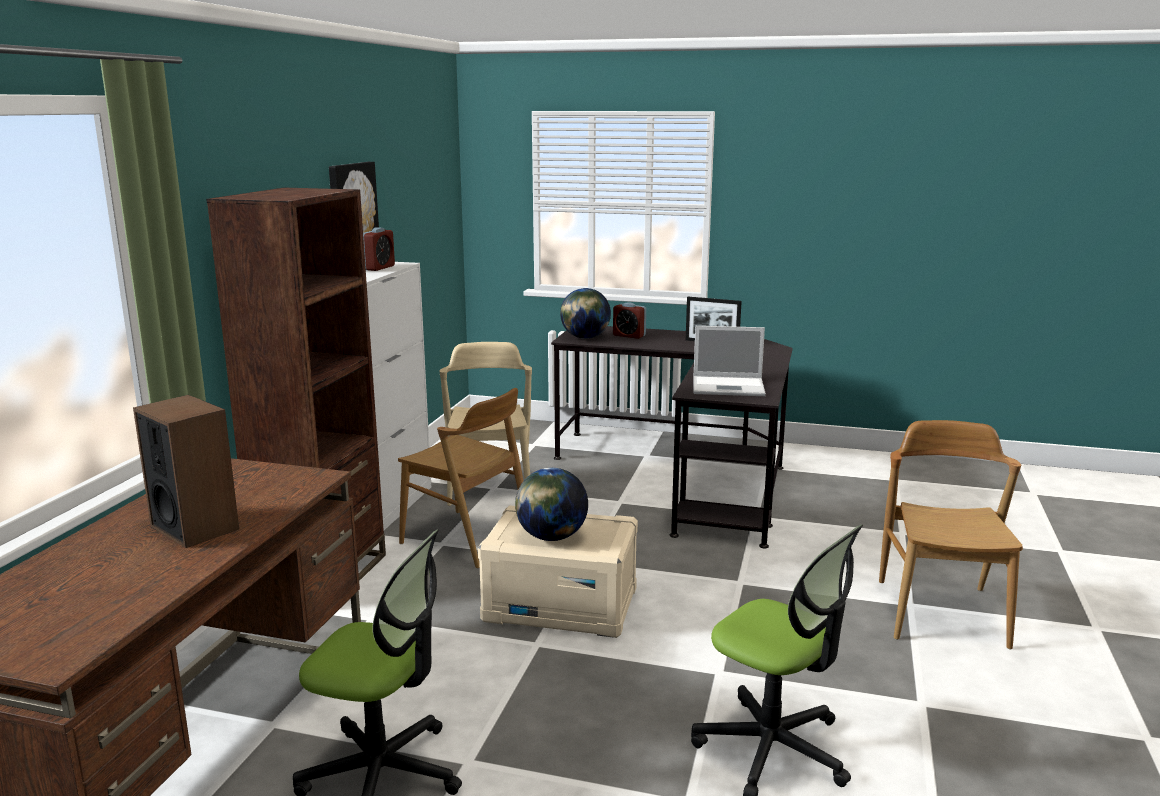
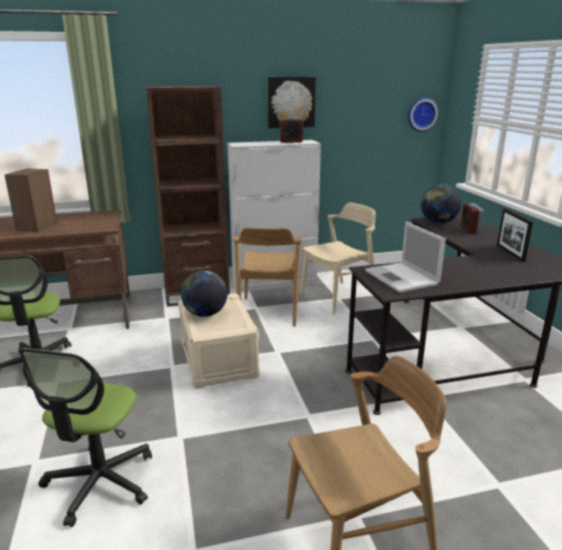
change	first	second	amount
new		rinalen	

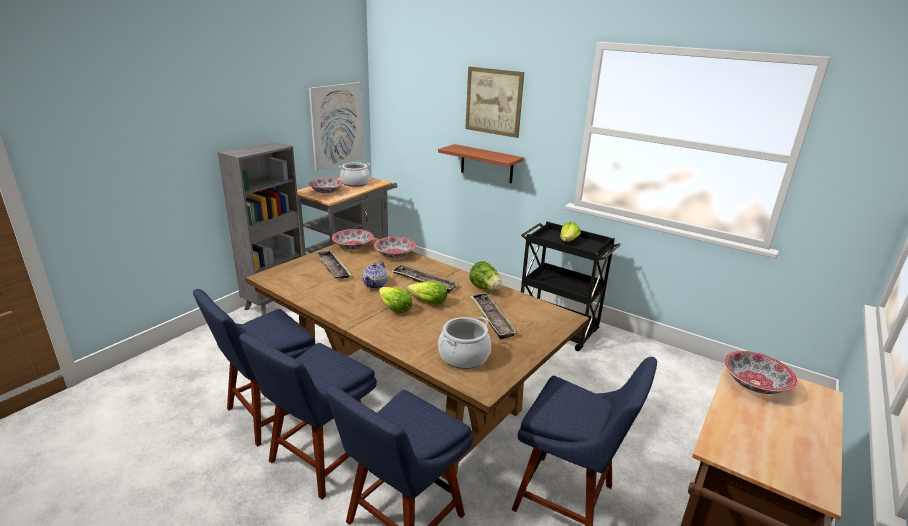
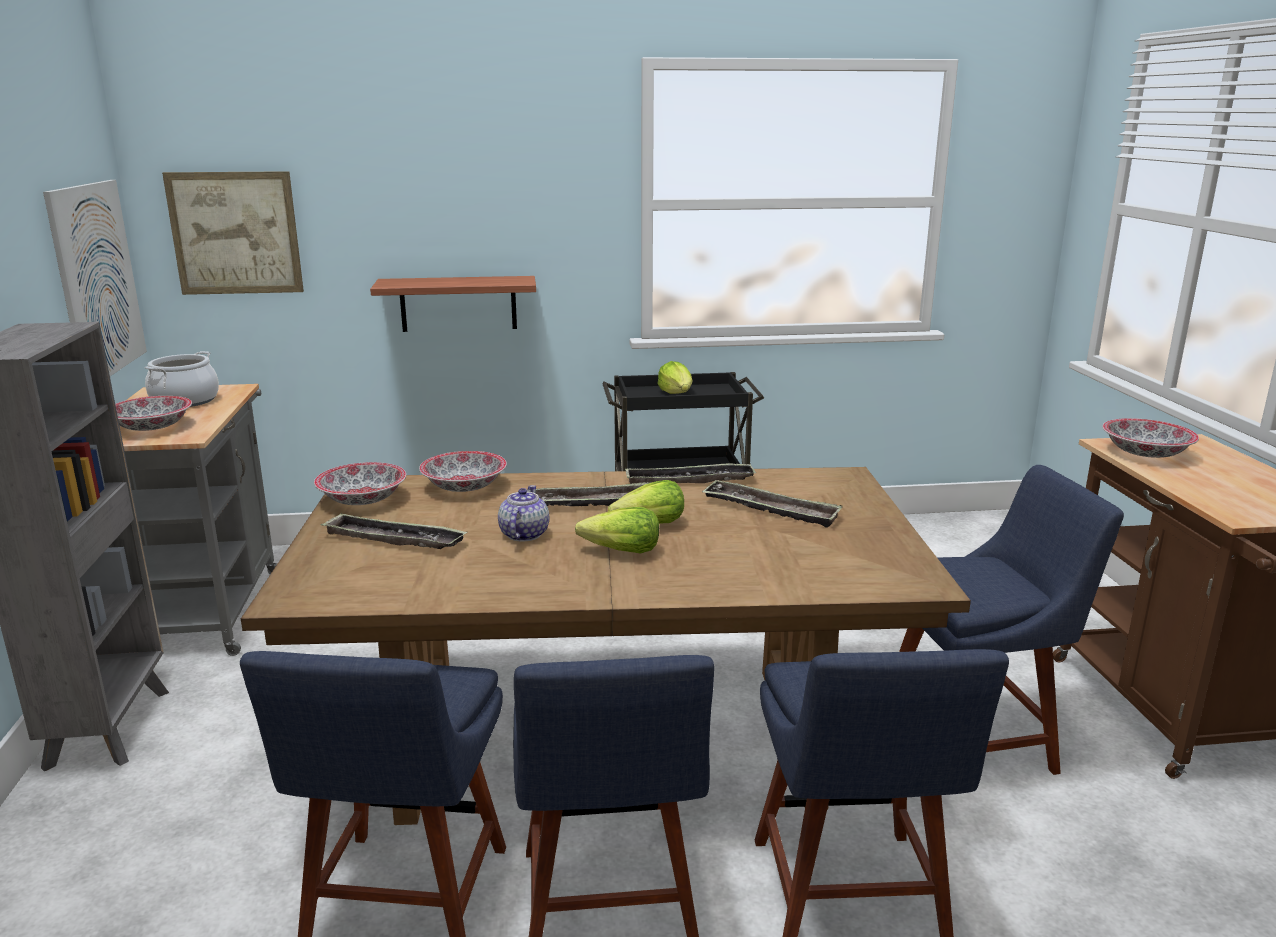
change	first	second	amount
shifted	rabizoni (no. 2 from left)		
rotated	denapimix		150 degrees counterclockwise
swapped	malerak (no. 3 from left)	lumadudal (no. 3 from left)	
gone	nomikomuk (no. 2 from left)		

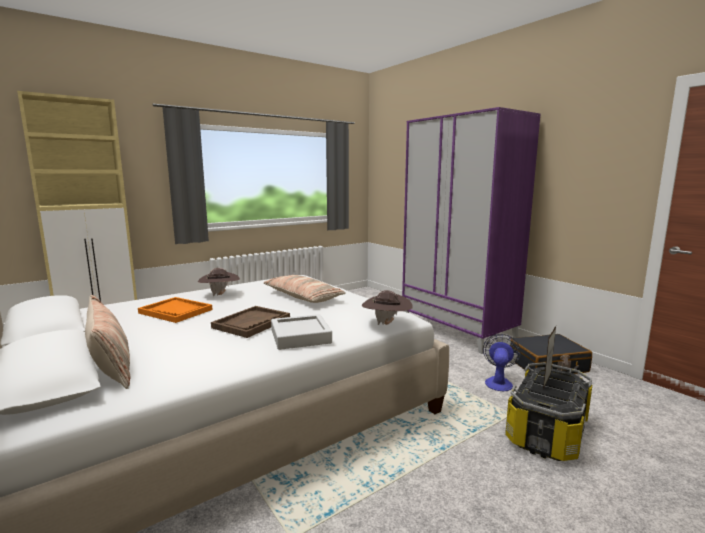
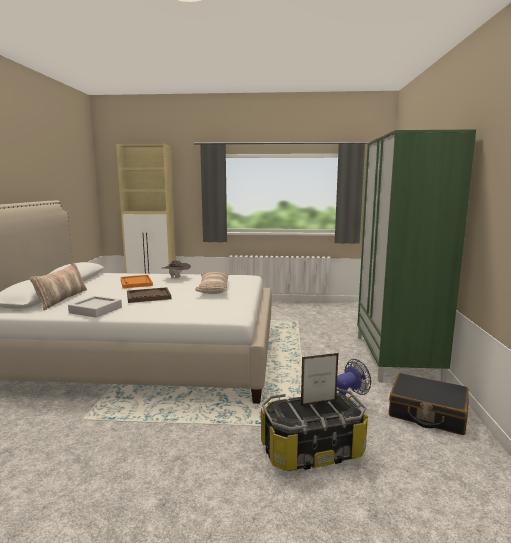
change	first	second	amount
shifted	lumadudal (grey)		
repainted	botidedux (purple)	botidedux (green)	
gone	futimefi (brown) (no. 2 from left)		

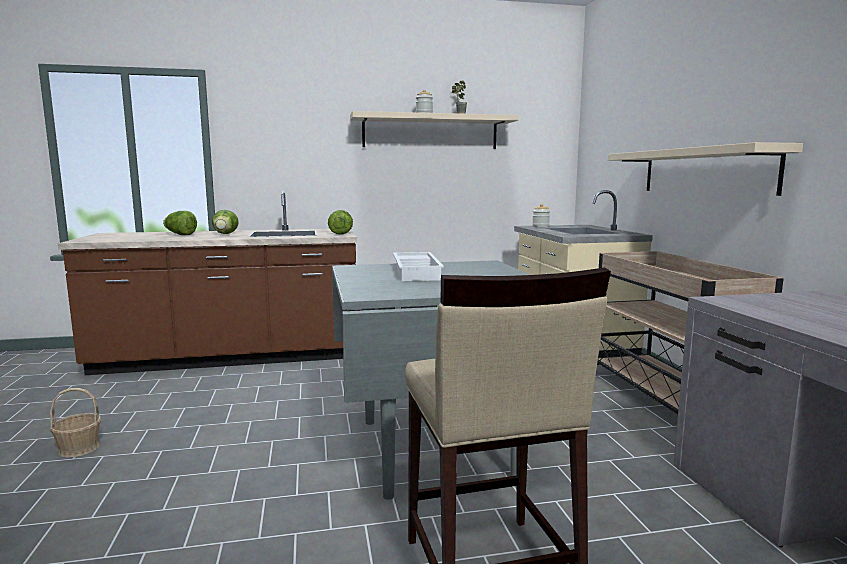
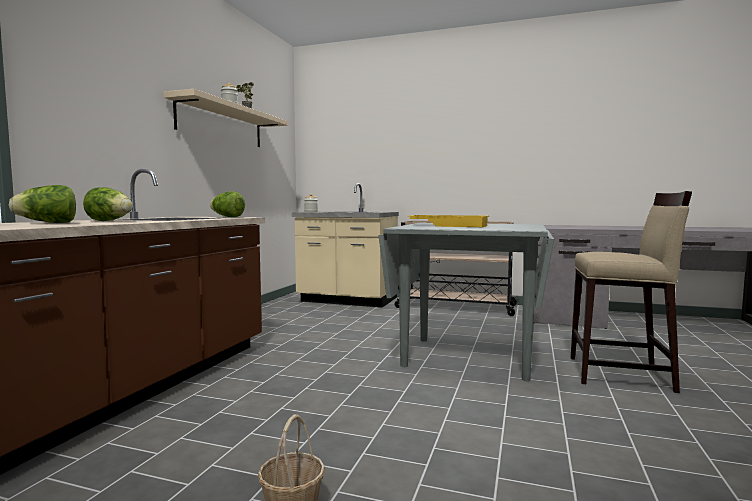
change	first	second	amount
repainted	lumadudal (white)	lumadudal (yellow)	
gone	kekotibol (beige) (no. 2 from left)		

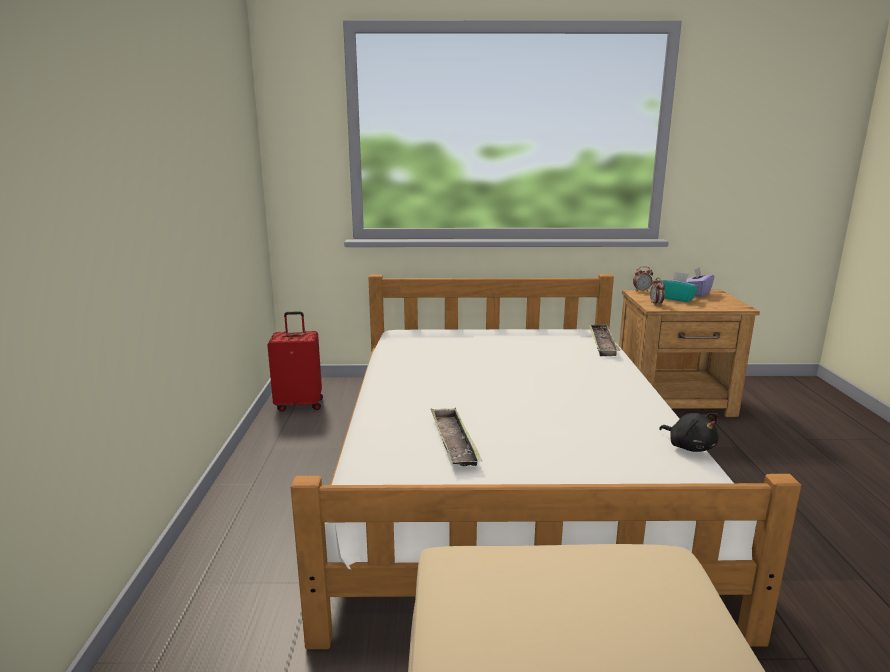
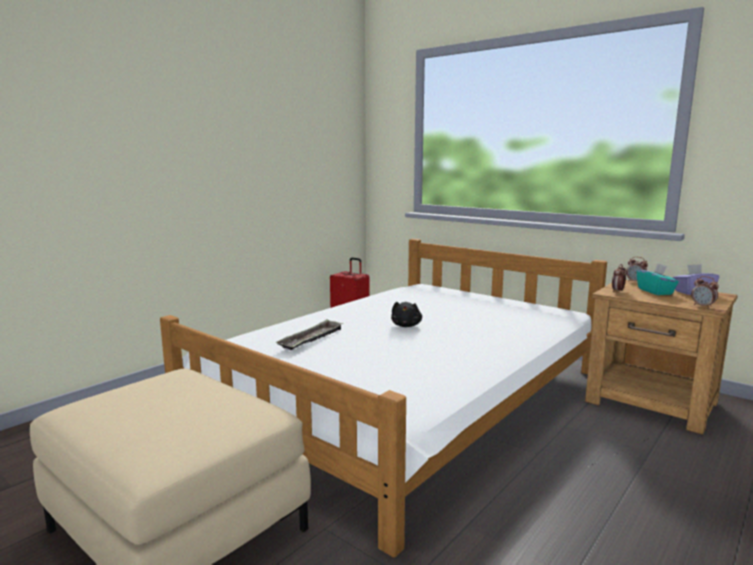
change	first	second	amount
shifted	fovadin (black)		
new		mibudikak (no. 3 from left)	
gone	lumadudal (no. 2 from left)		

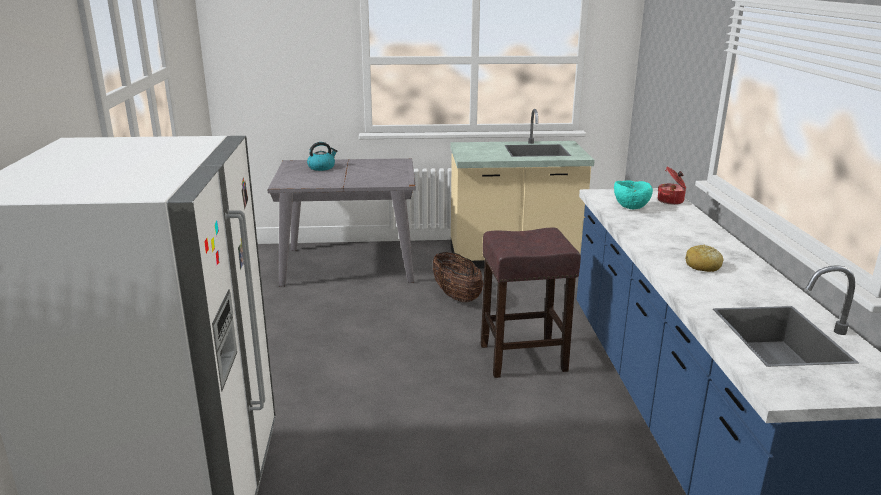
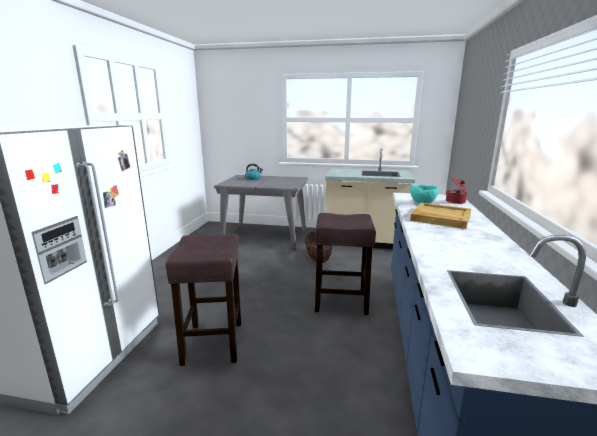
change	first	second	amount
new		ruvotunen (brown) (no. 1 from left)	
new		lumadudal (beige)	
gone	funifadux		

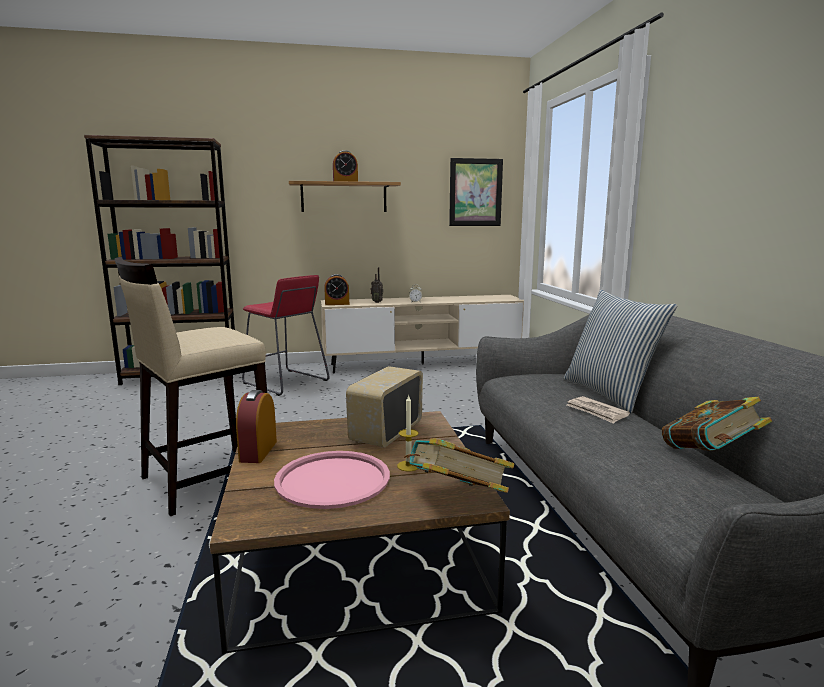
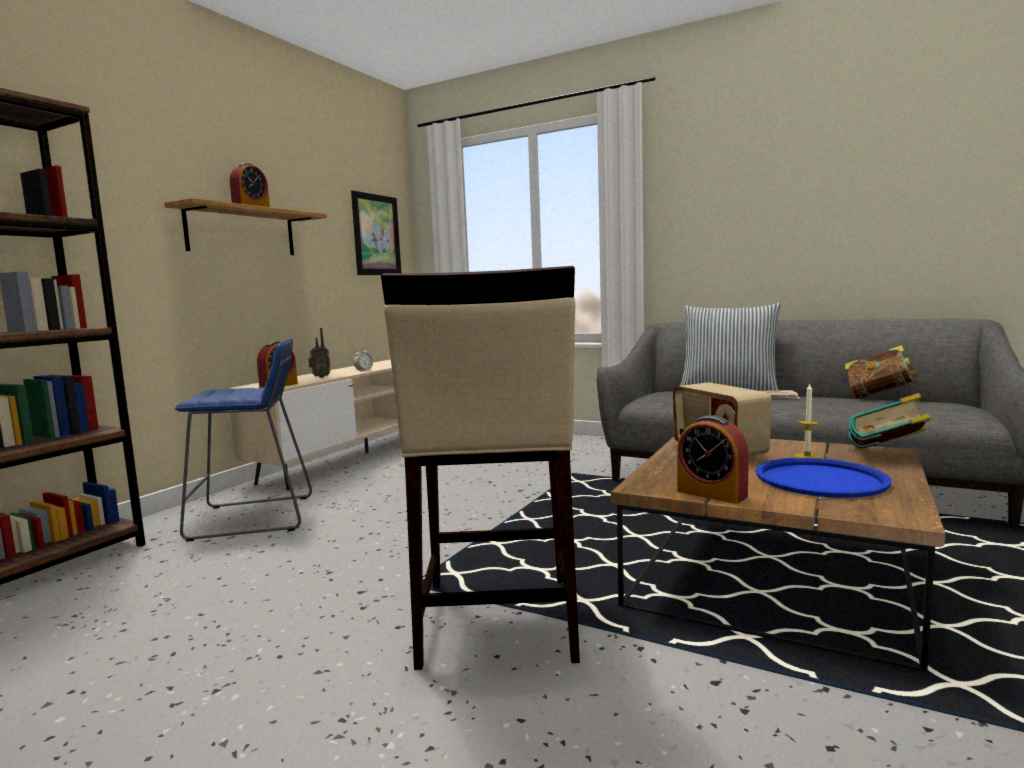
change	first	second	amount
repainted	ruvotunen (red)	ruvotunen (blue)	
repainted	lumadudal (pink)	lumadudal (blue)	

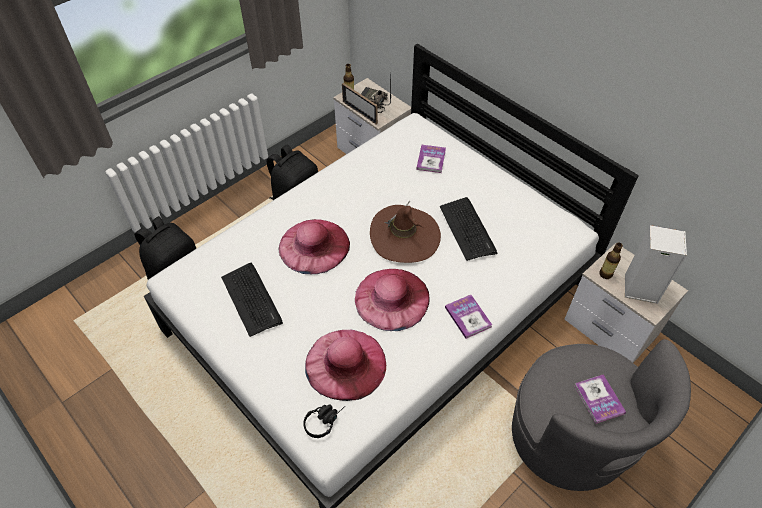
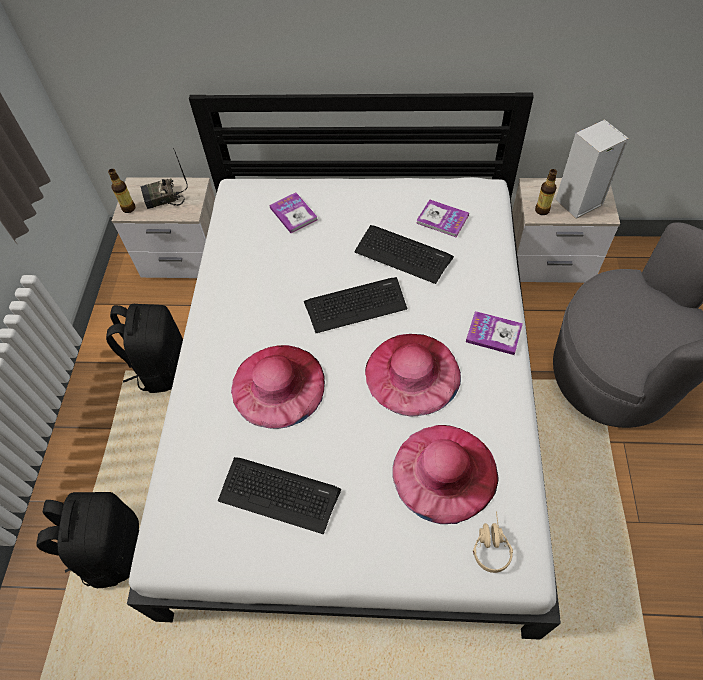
change	first	second	amount
swapped	futimefi (brown)	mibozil (no. 2 from left)	
shifted	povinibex (no. 3 from left in the first image)	povinibex (no. 2 from left)	
repainted	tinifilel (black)	tinifilel (beige)	
gone	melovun		

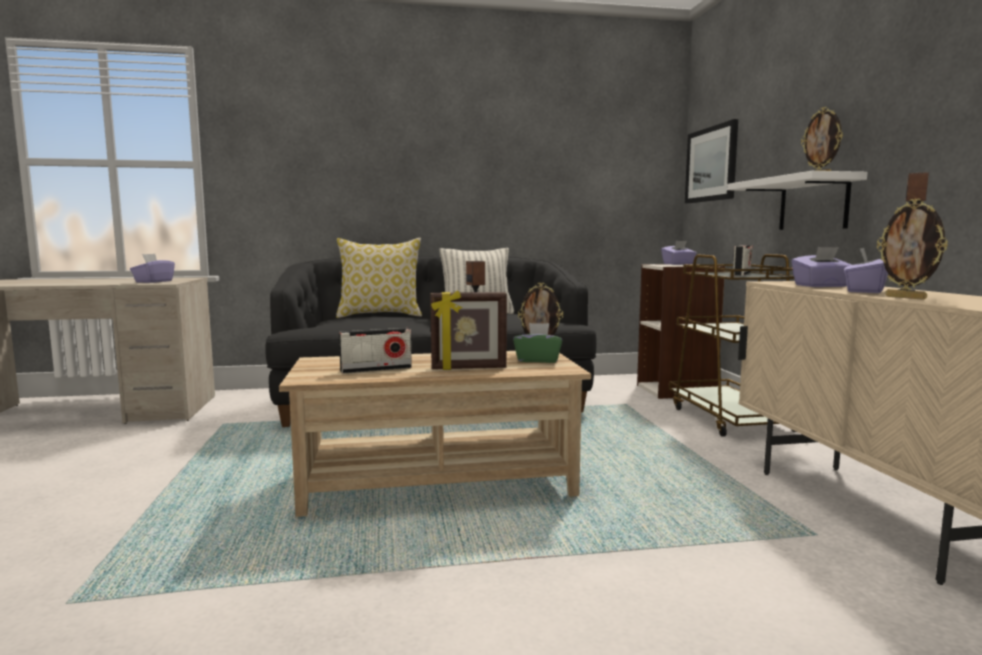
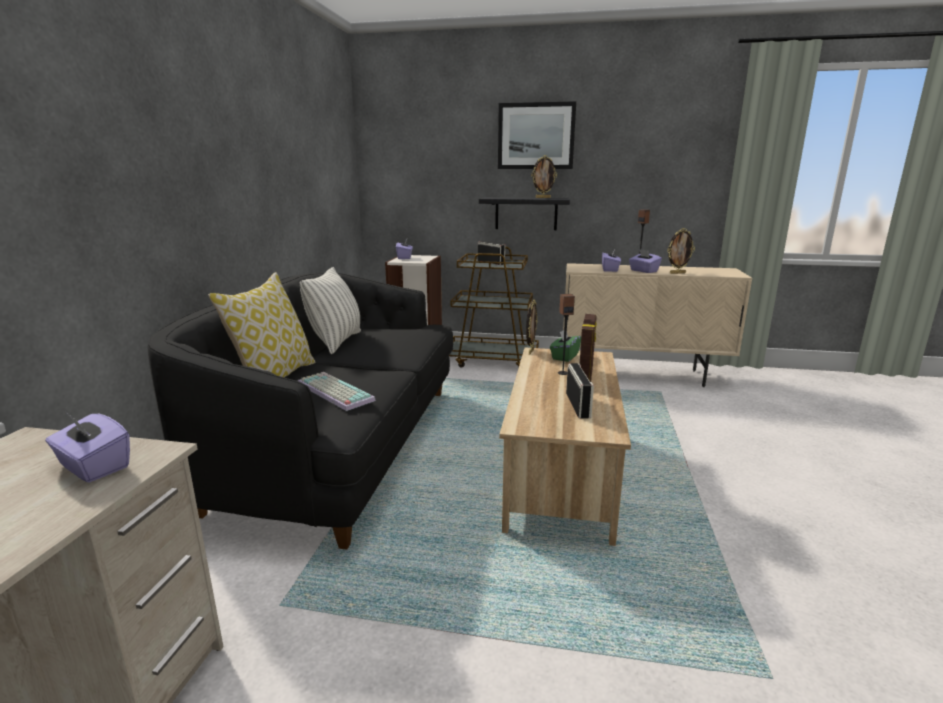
change	first	second	amount
new		mibozil	
repainted	kekotibol (white)	kekotibol (black)	
shifted	rabizoni		

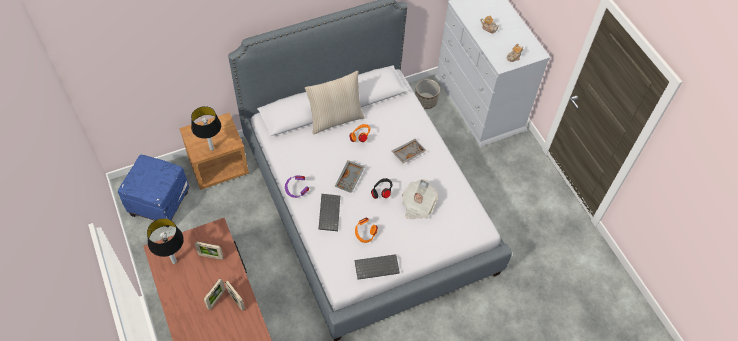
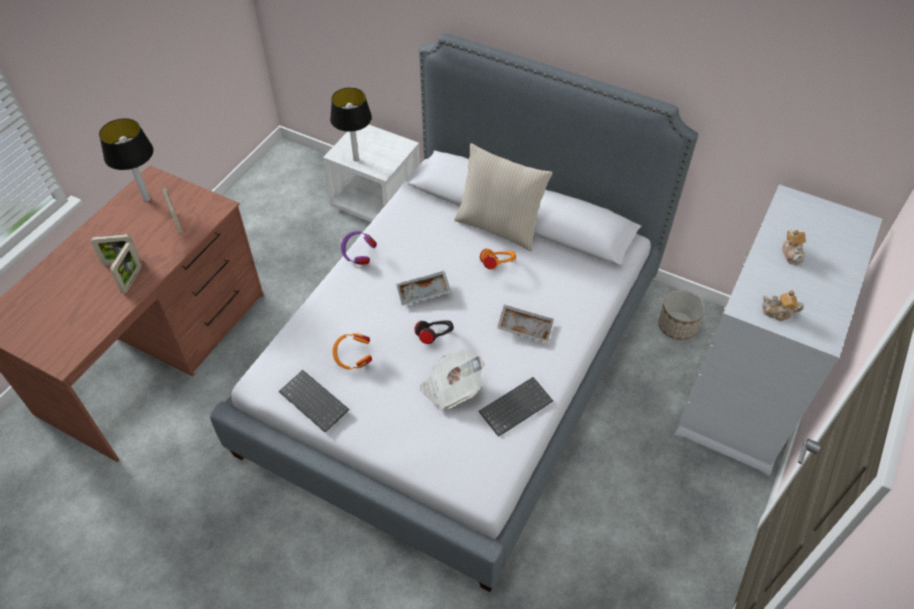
change	first	second	amount
repainted	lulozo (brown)	lulozo (white)	
shifted	mibozil (no. 1 from left in the first image)	mibozil (no. 2 from left)	
gone	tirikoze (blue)		

